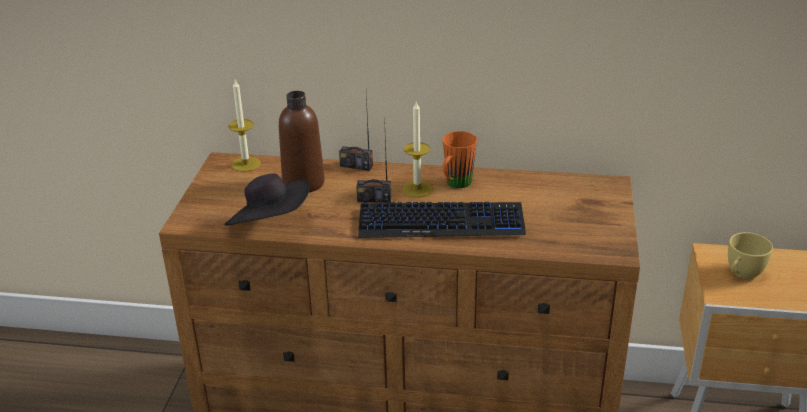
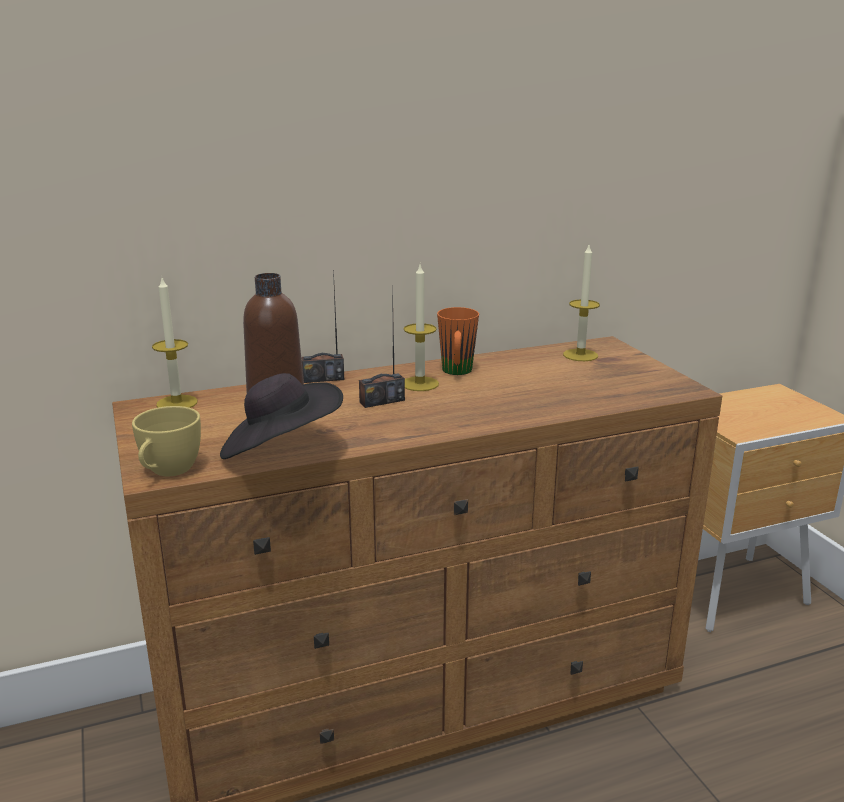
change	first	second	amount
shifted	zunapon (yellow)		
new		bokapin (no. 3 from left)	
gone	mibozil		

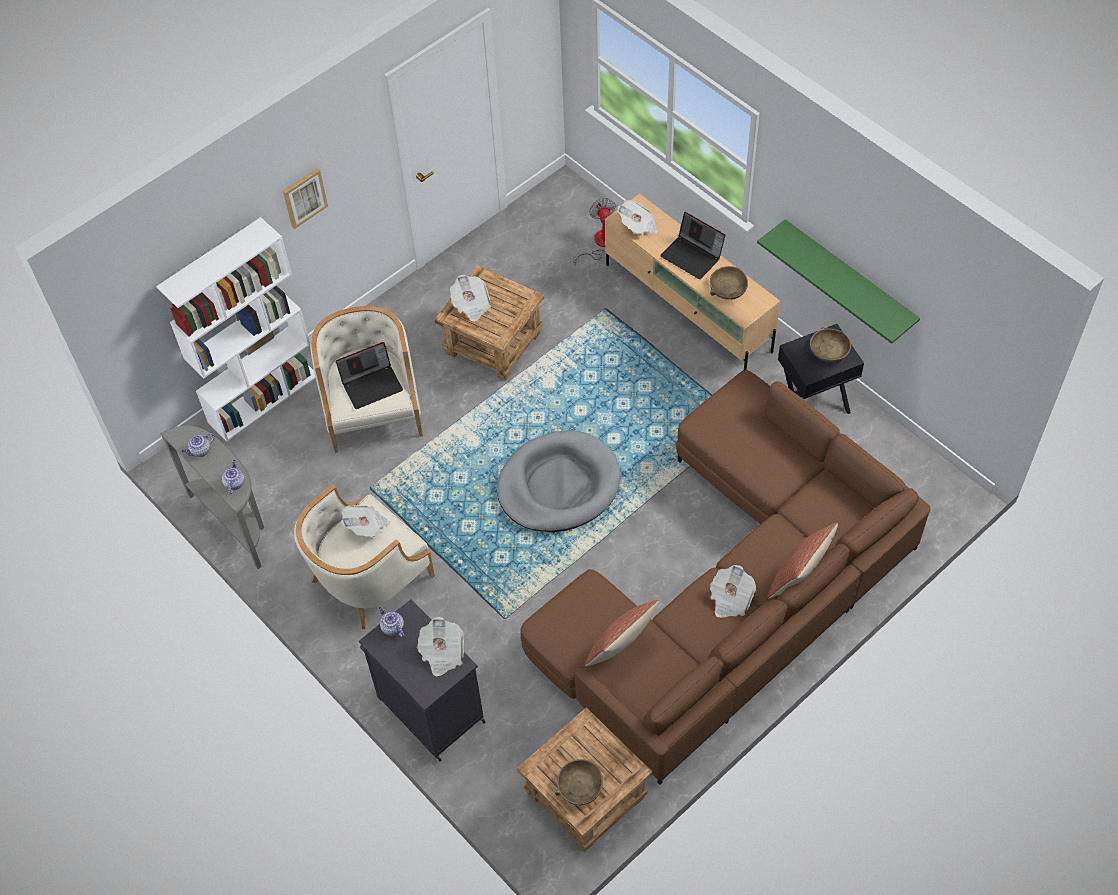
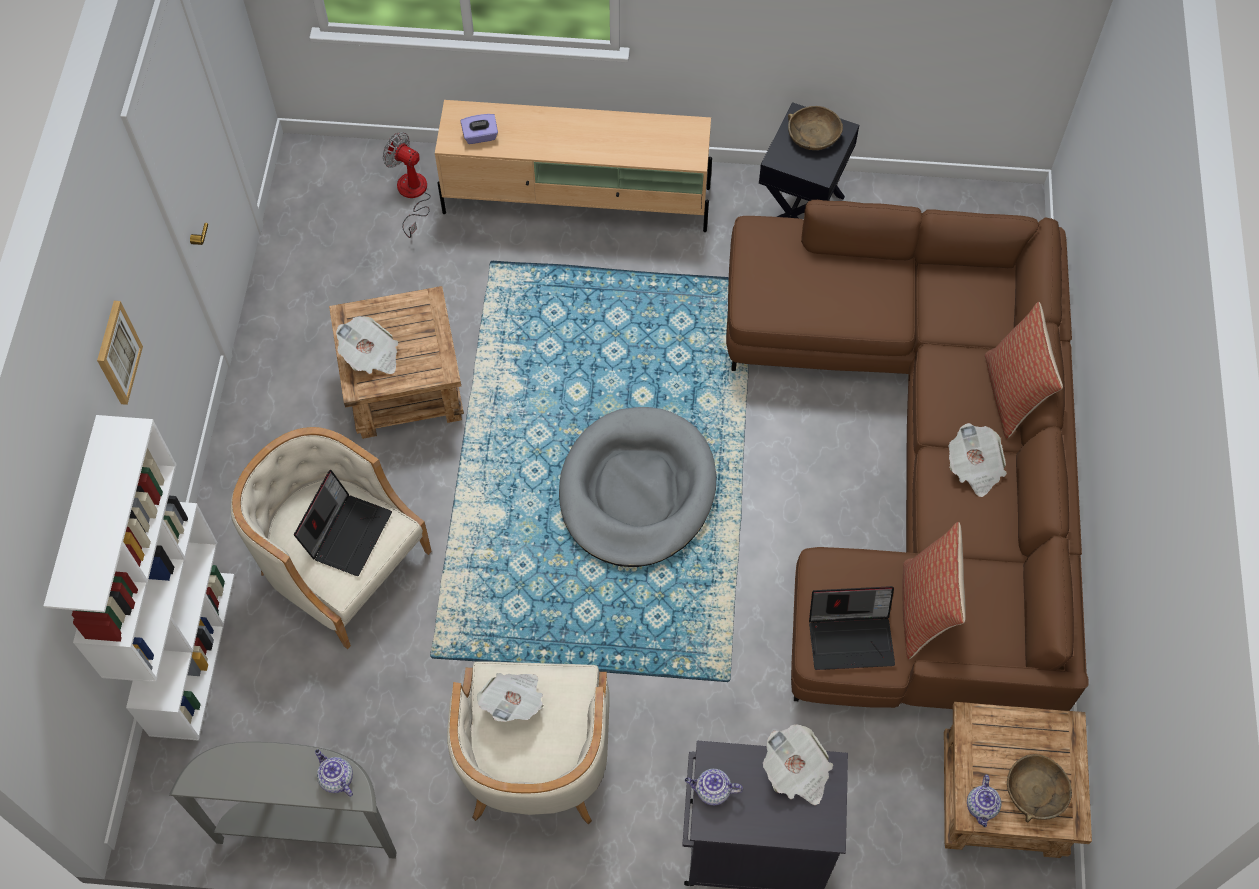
change	first	second	amount
swapped	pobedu (no. 4 from left)	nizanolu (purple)	
shifted	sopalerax (no. 2 from left)		
shifted	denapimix (no. 1 from left in the first image)	denapimix (no. 3 from left)	
gone	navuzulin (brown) (no. 2 from left)		
gone	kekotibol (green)		

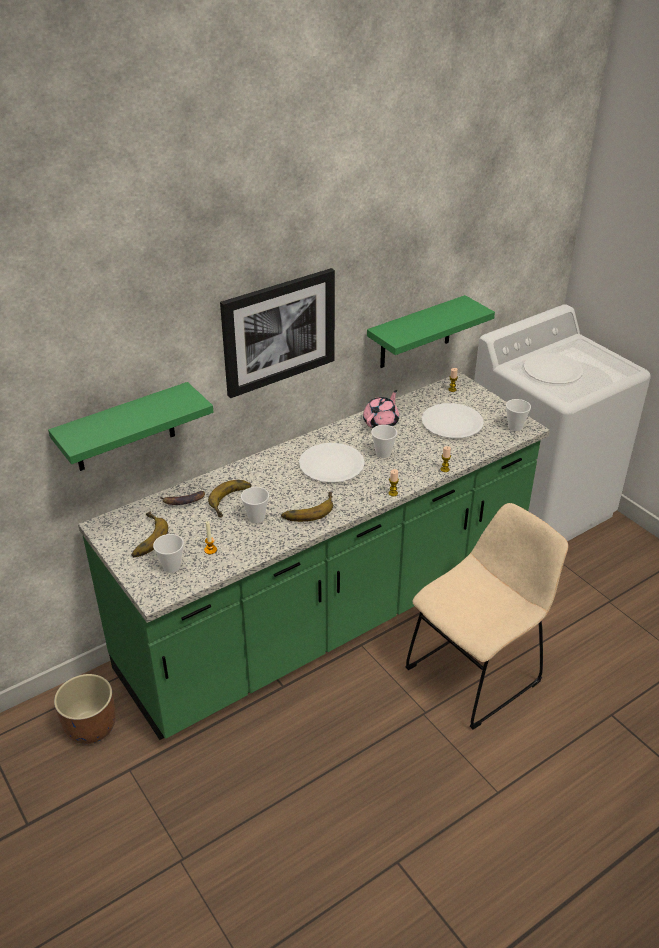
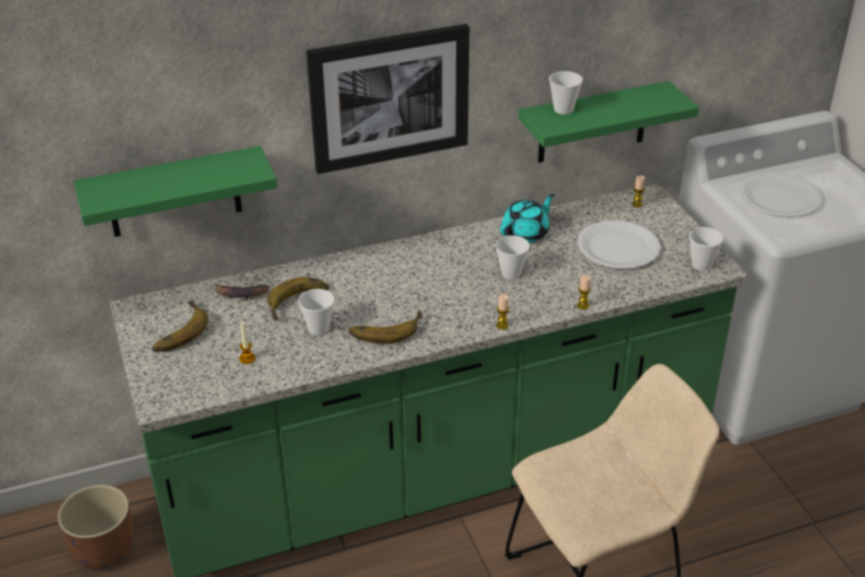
change	first	second	amount
repainted	denapimix (pink)	denapimix (turquoise)	
shifted	zunapon (no. 1 from left in the first image)	zunapon (no. 3 from left)	
gone	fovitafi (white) (no. 1 from left)		

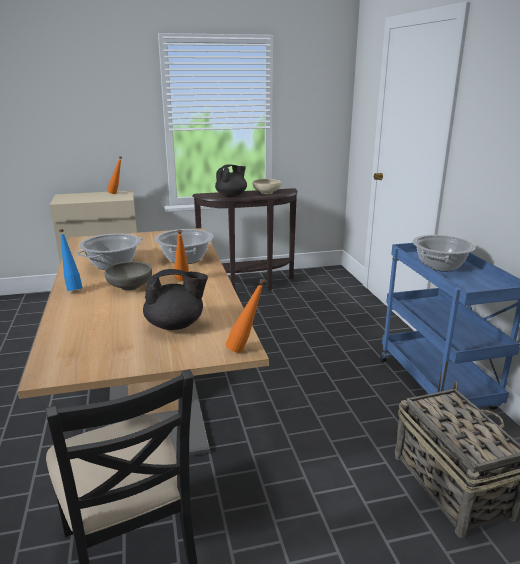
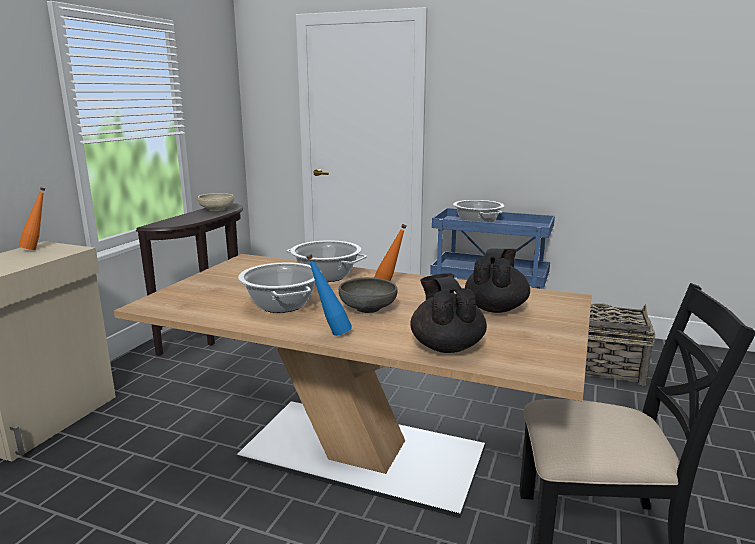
change	first	second	amount
shifted	denapimix (black) (no. 2 from left in the first image)	denapimix (black) (no. 1 from left)	
gone	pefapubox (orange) (no. 3 from left)		

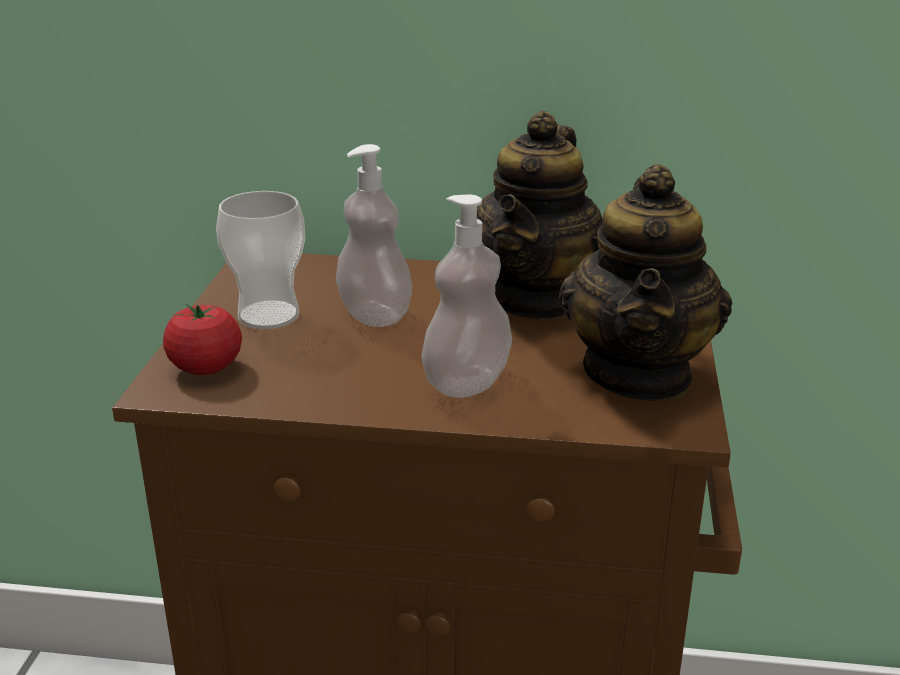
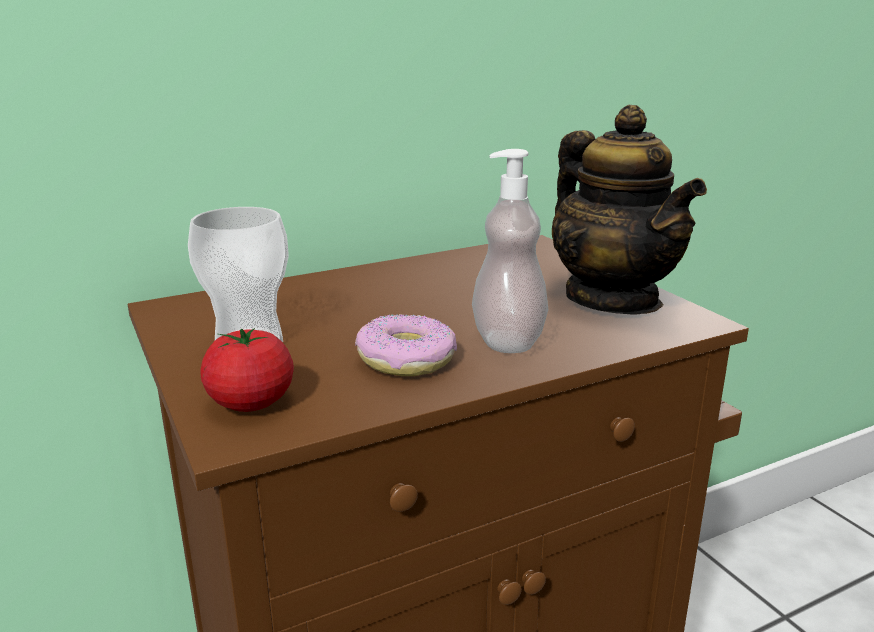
change	first	second	amount
new		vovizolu	
gone	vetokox (no. 1 from left)		
gone	denapimix (no. 1 from left)		

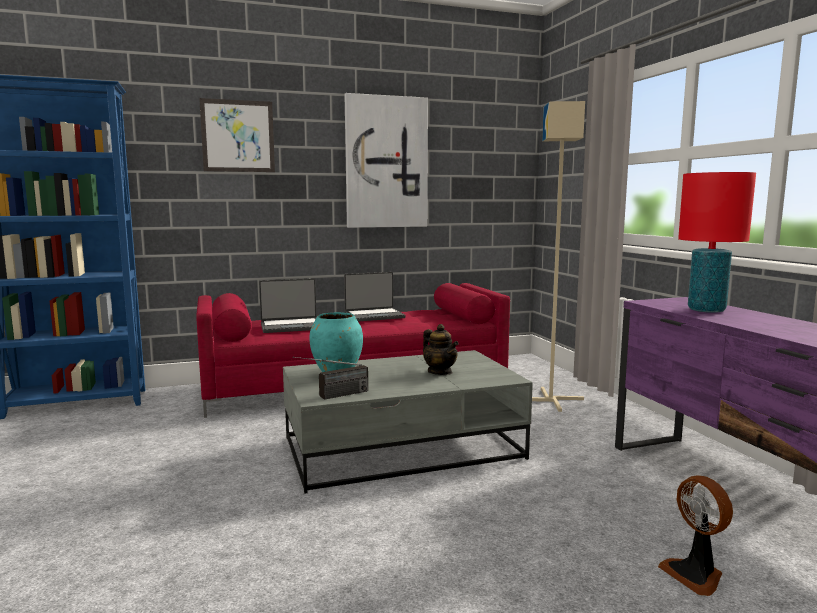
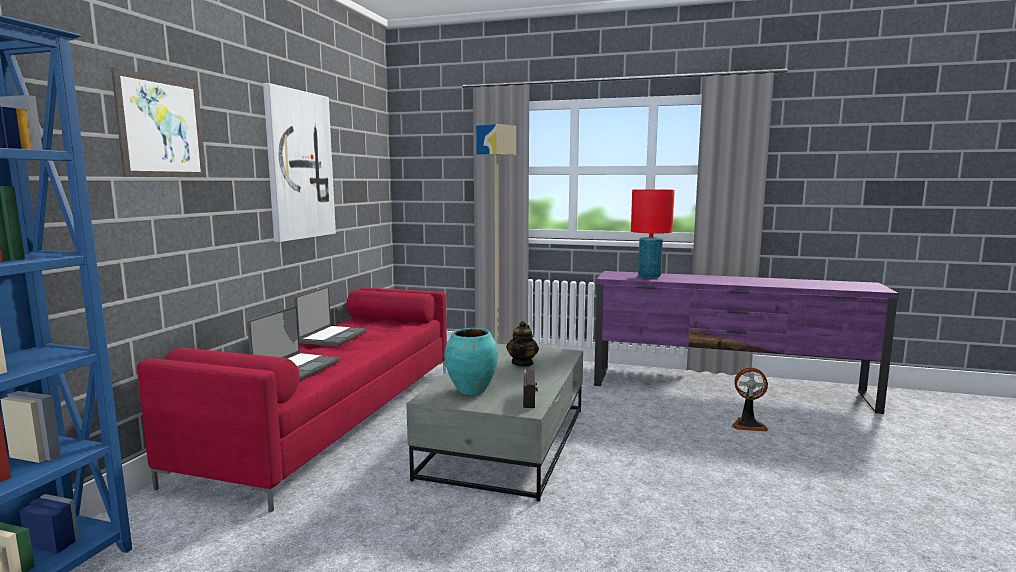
change	first	second	amount
rotated	denapimix		105 degrees clockwise

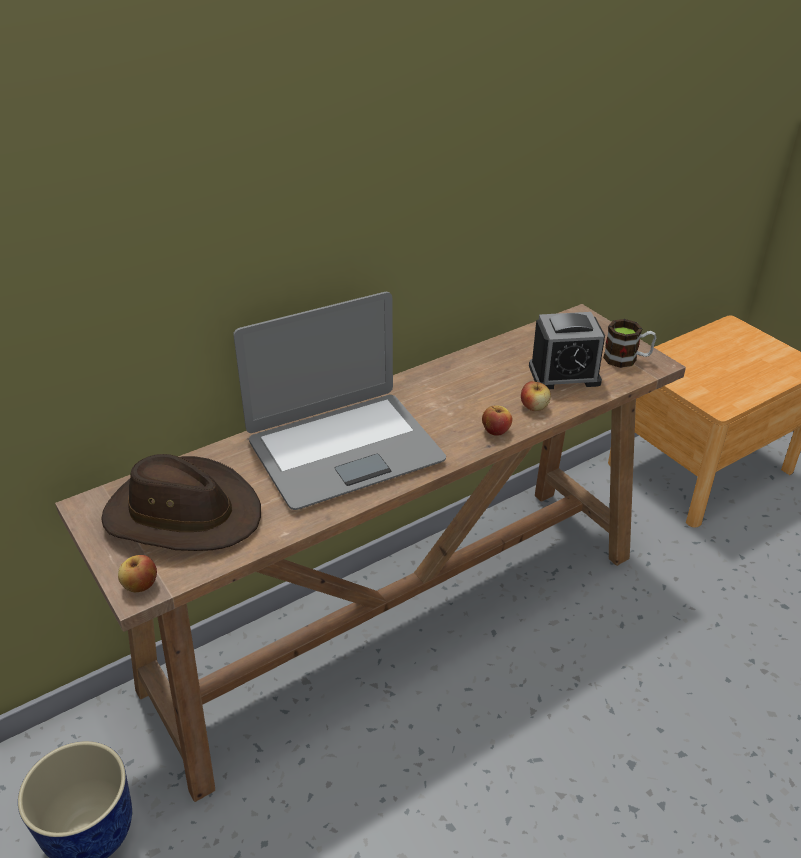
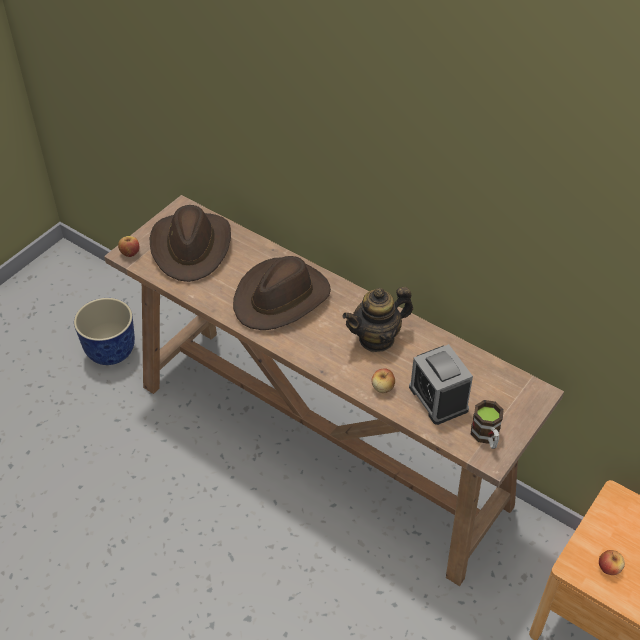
change	first	second	amount
swapped	sopalerax	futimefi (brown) (no. 2 from left)	
new		denapimix	
shifted	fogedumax (no. 2 from left in the first image)	fogedumax (no. 3 from left)	

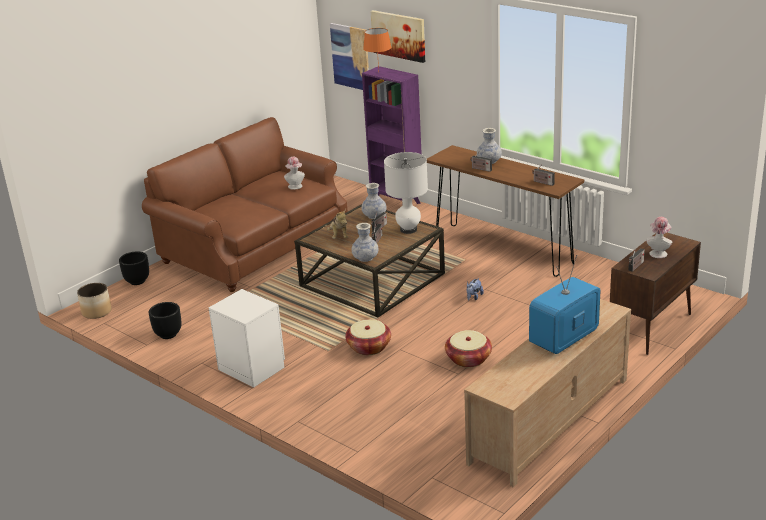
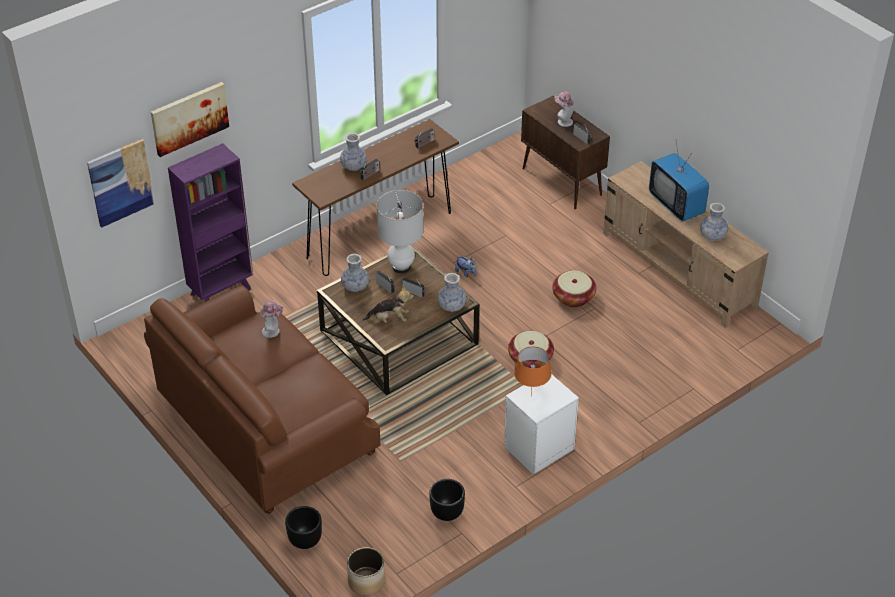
change	first	second	amount
shifted	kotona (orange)		
new		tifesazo (no. 4 from left)	

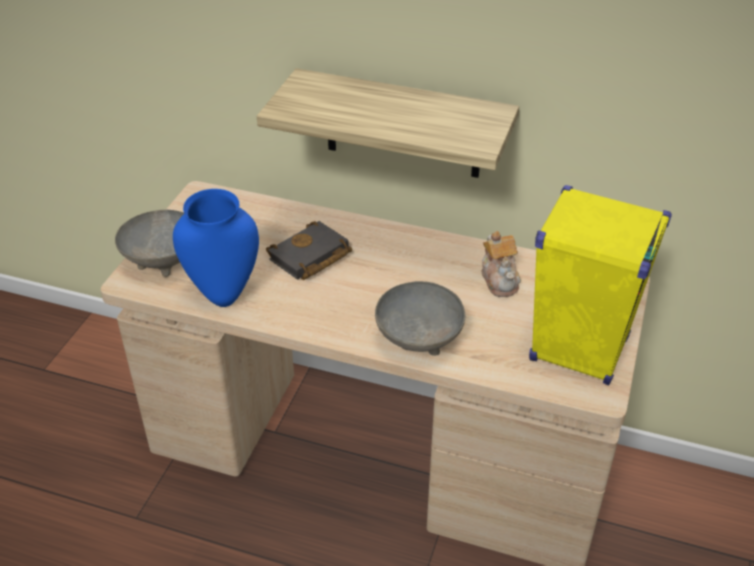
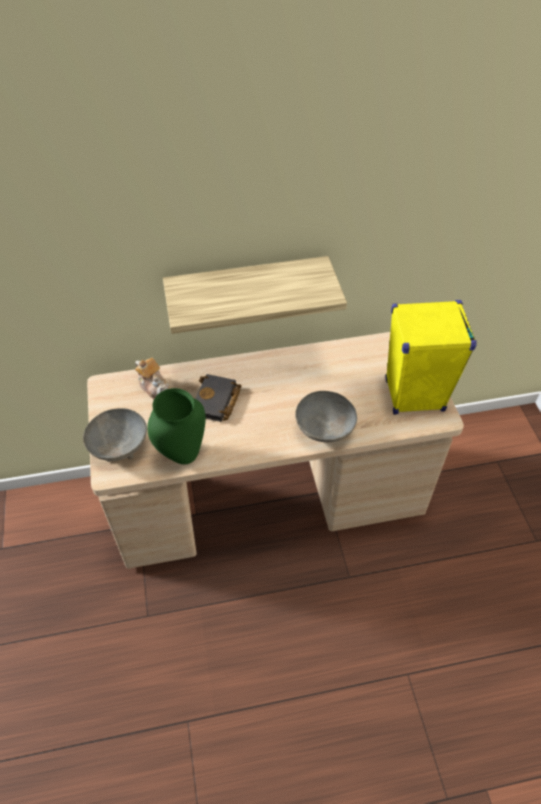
change	first	second	amount
shifted	denapimix		
repainted	tifesazo (blue)	tifesazo (green)	

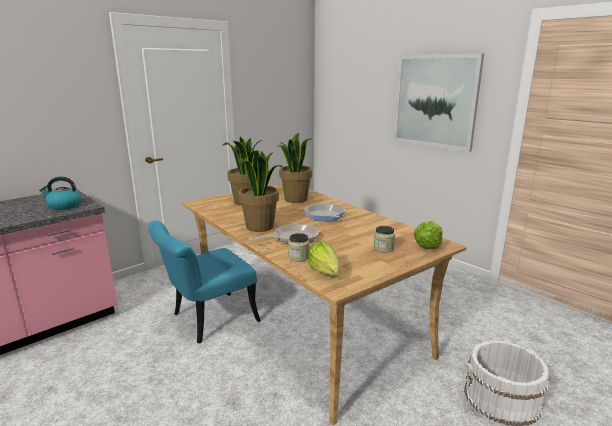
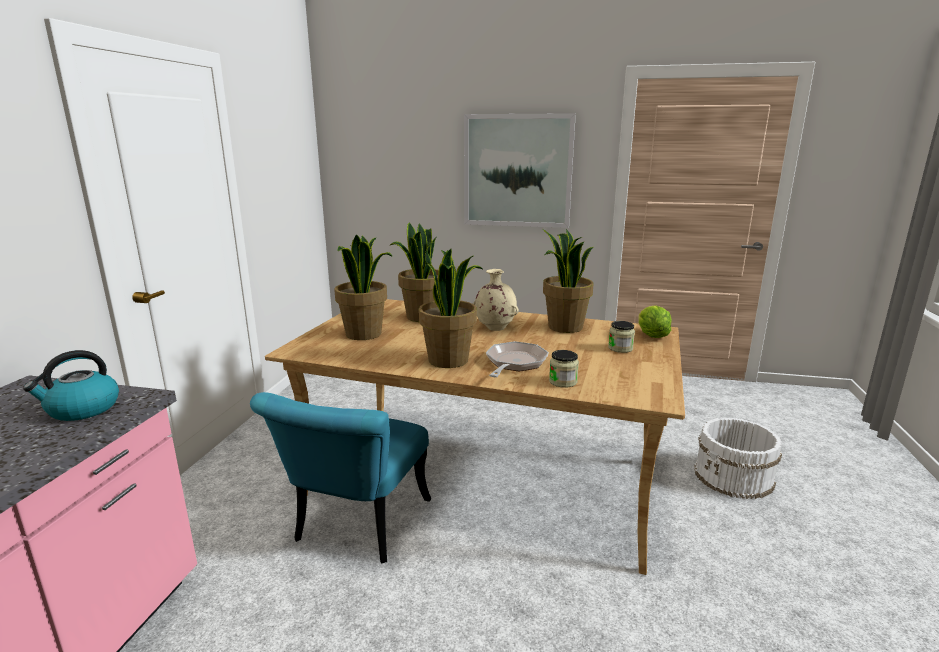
change	first	second	amount
swapped	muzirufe (no. 2 from left)	tifesazo (beige)	
new		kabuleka (no. 4 from left)	
gone	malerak (no. 1 from left)		

